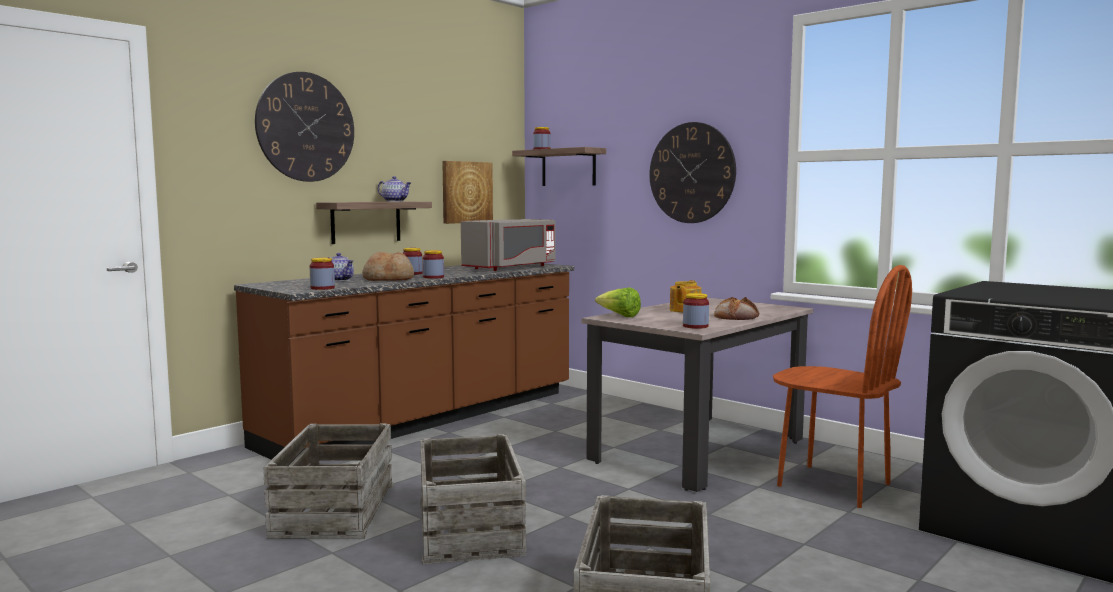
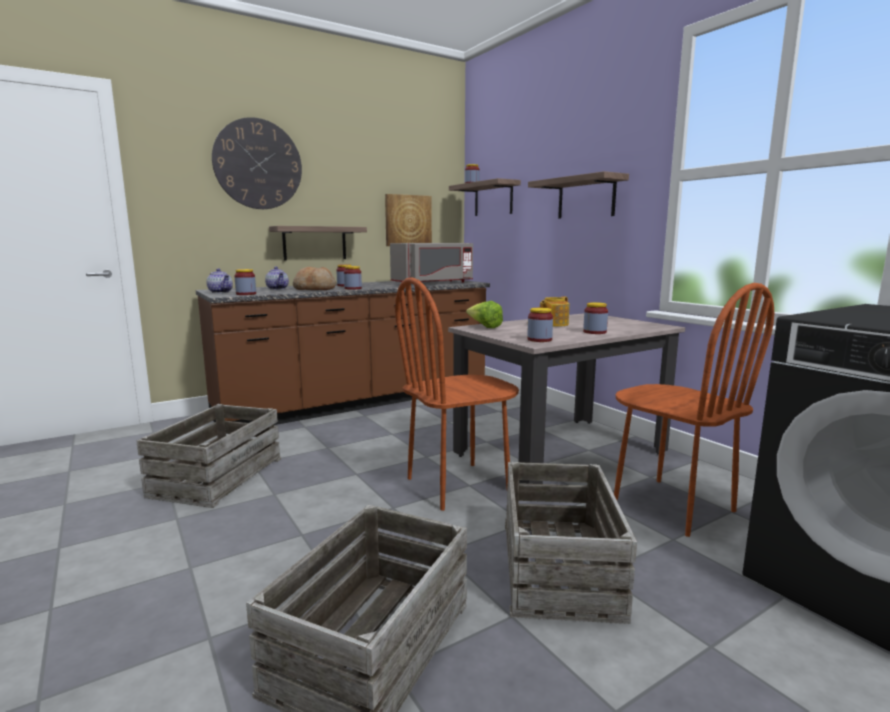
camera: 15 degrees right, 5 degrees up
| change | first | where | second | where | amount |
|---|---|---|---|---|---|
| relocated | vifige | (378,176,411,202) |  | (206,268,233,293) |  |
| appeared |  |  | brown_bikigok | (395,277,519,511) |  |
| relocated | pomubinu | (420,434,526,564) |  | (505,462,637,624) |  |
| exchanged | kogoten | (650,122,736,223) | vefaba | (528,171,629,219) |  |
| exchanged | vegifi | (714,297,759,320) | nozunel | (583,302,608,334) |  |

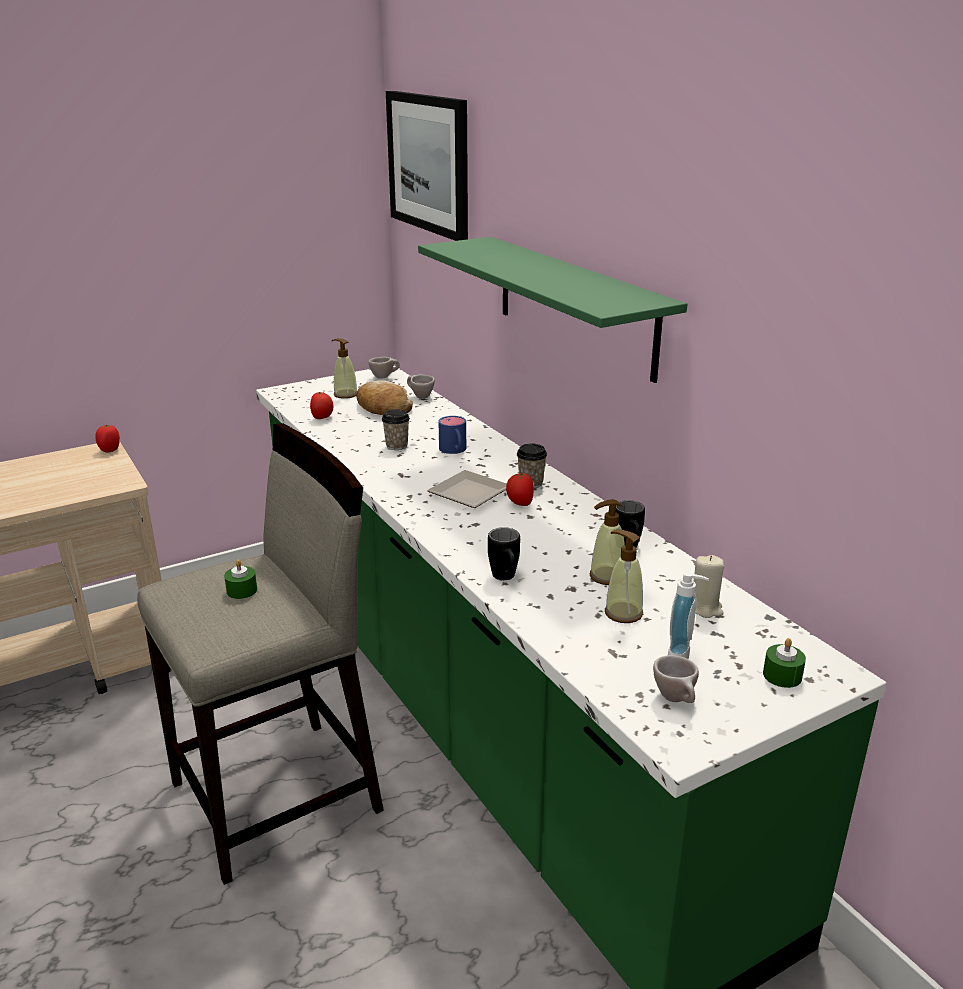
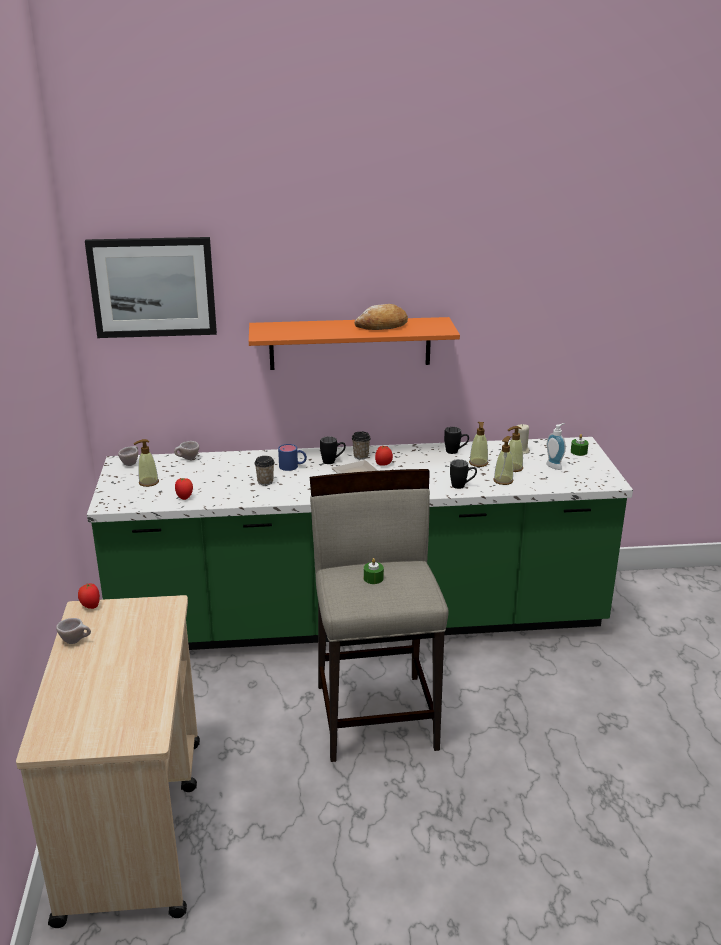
camera: 65 degrees left, 0 degrees up
| change | first | where | second | where | amount |
|---|---|---|---|---|---|
| relocated | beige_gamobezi | (653,655,699,703) |  | (56,618,91,644) |  |
| colour | green_vefaba | (418,237,687,383) | orange_vefaba | (249,317,460,370) |  |
| appeared |  |  | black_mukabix | (320,436,346,464) |  |
| relocated | vegifi | (356,380,413,415) |  | (354,304,408,330) |  |
| appeared |  |  | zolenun | (493,436,514,485) |  |

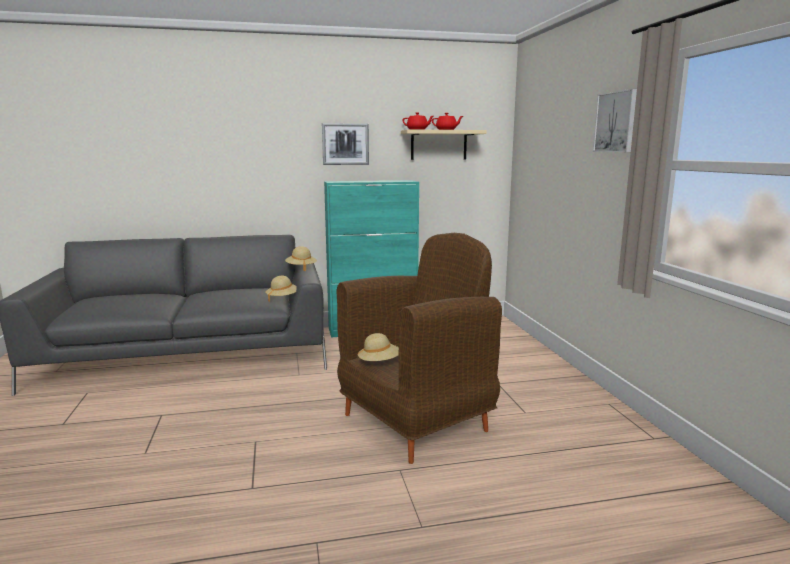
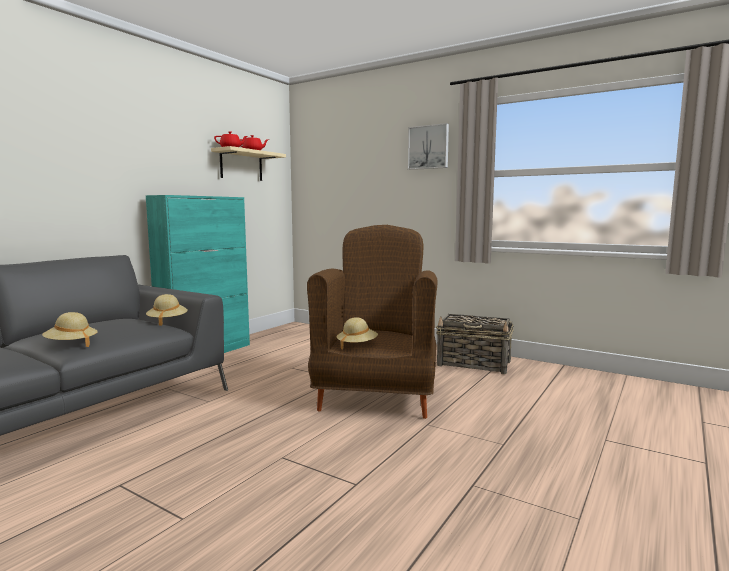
camera: 45 degrees left, 5 degrees down
| change | first | where | second | where | amount |
|---|---|---|---|---|---|
| relocated | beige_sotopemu | (285,246,317,271) |  | (42,312,98,347) |  |
| appeared |  |  | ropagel | (436,314,514,374) |  |
| missing | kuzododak | (322,123,369,165) |  |  |  |

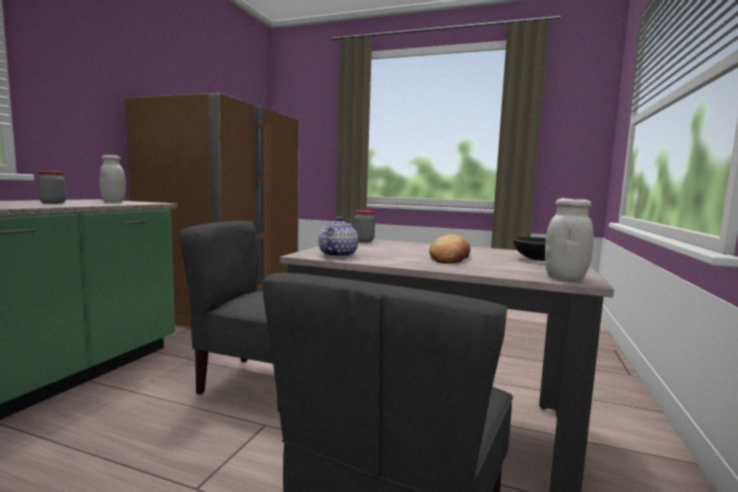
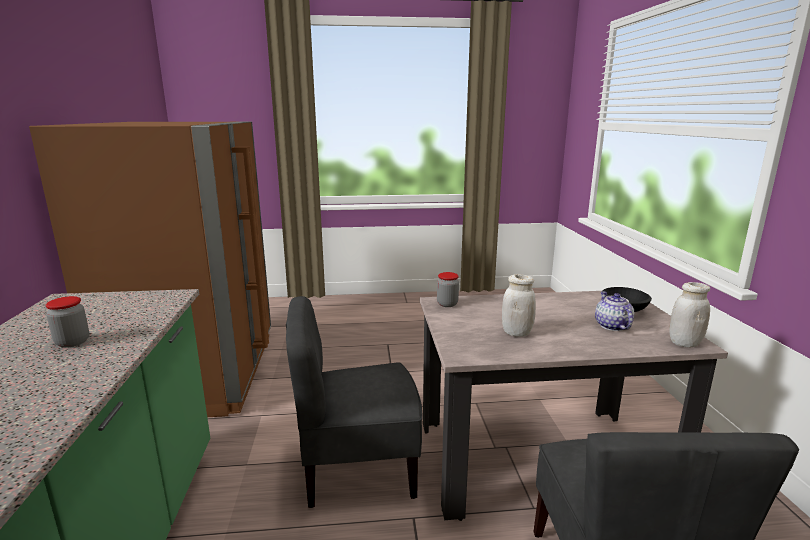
camera: 25 degrees left, 10 degrees up
| change | first | where | second | where | amount |
|---|---|---|---|---|---|
| relocated | white_nozunel | (100,155,126,202) |  | (502,274,536,337) |  |
| relocated | vifige | (319,217,358,257) |  | (595,292,634,331) |  |
| missing | vegifi | (429,234,470,264) |  |  |  |

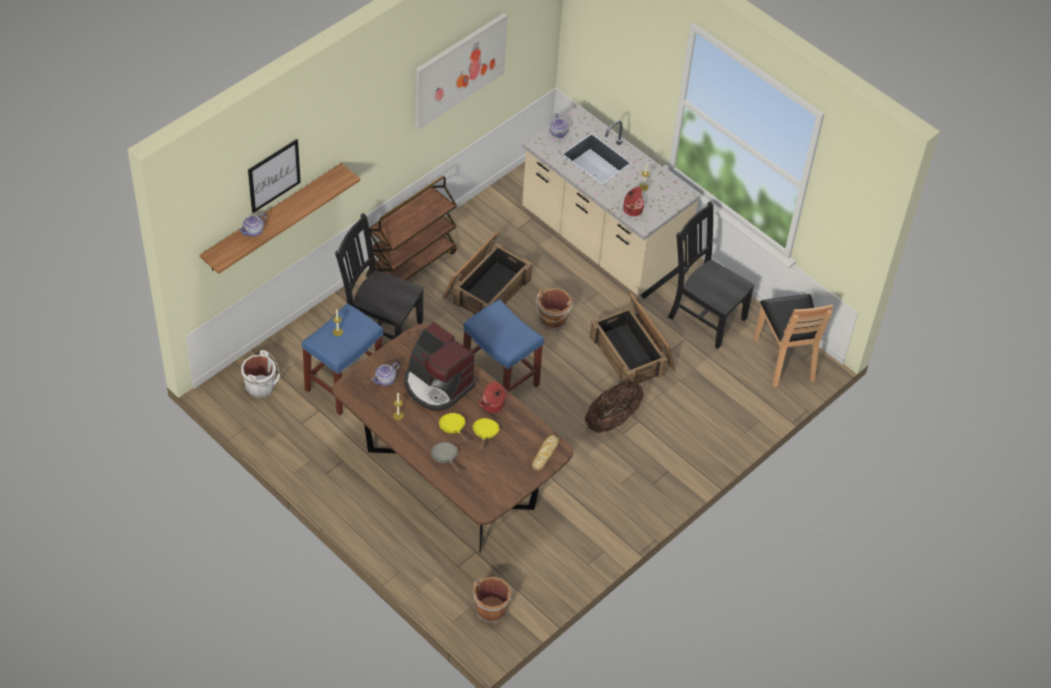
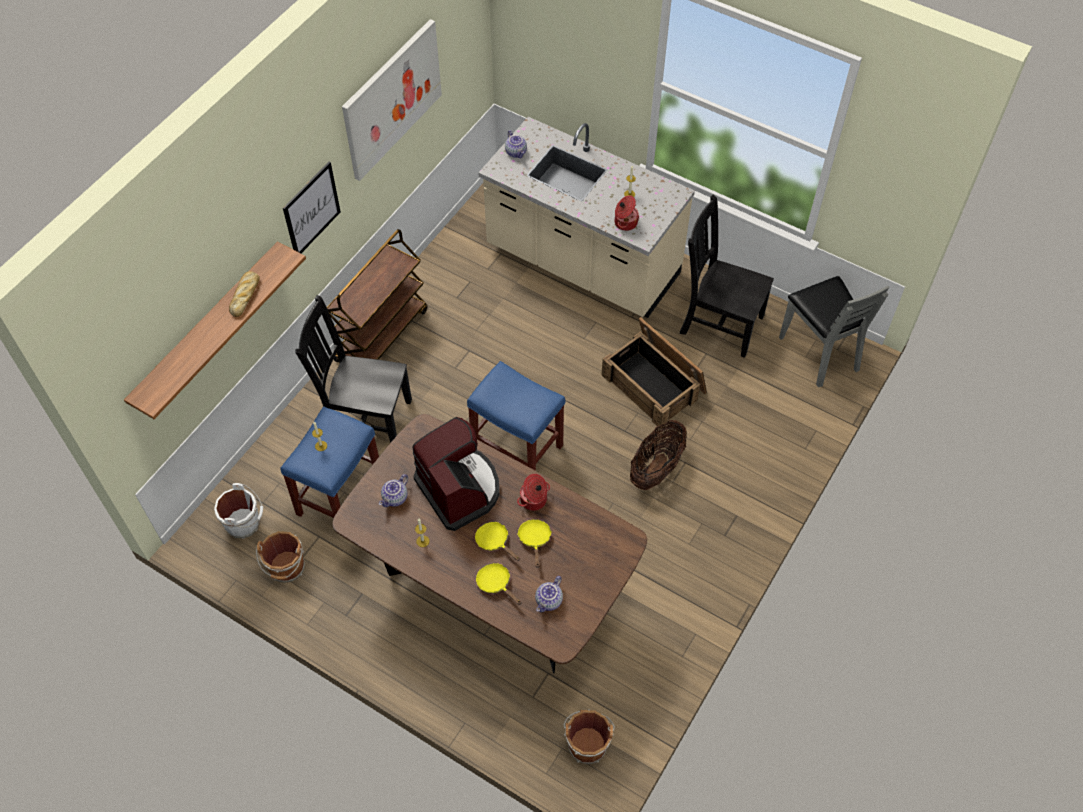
camera: 10 degrees left, 5 degrees up
| change | first | where | second | where | amount |
|---|---|---|---|---|---|
| relocated | vegifi | (532,435,560,471) |  | (229,271,260,317) |  |
| relocated | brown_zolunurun | (536,288,572,330) |  | (256,531,305,582) |  |
| relocated | kuzododak | (248,139,301,213) |  | (283,162,341,253) |  |
| spun | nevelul | (404,322,475,412) |  | (412,417,499,531) | 150 degrees counterclockwise |
| colour | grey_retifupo | (431,442,461,474) | yellow_retifupo | (476,563,522,605) |  |
| relocated | vifige | (239,213,267,237) |  | (535,576,563,612) |  |
| colour | brown_bikigok | (754,294,833,387) | grey_bikigok | (779,276,889,387) |  |
| missing | pomubinu | (442,231,532,314) |  |  |  |

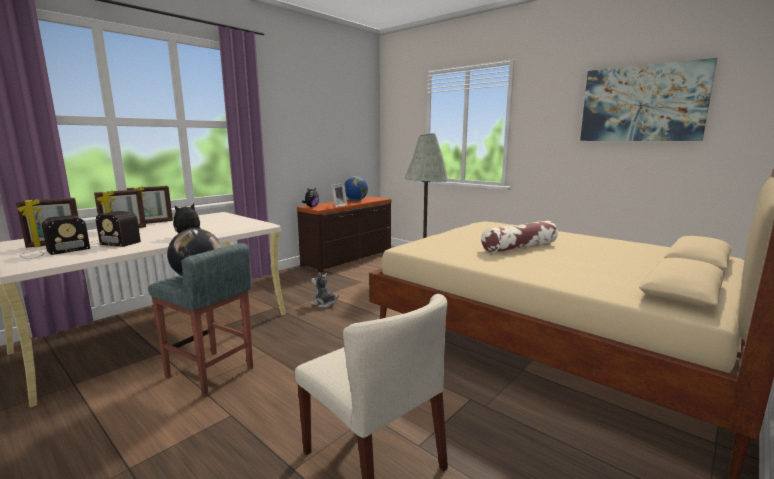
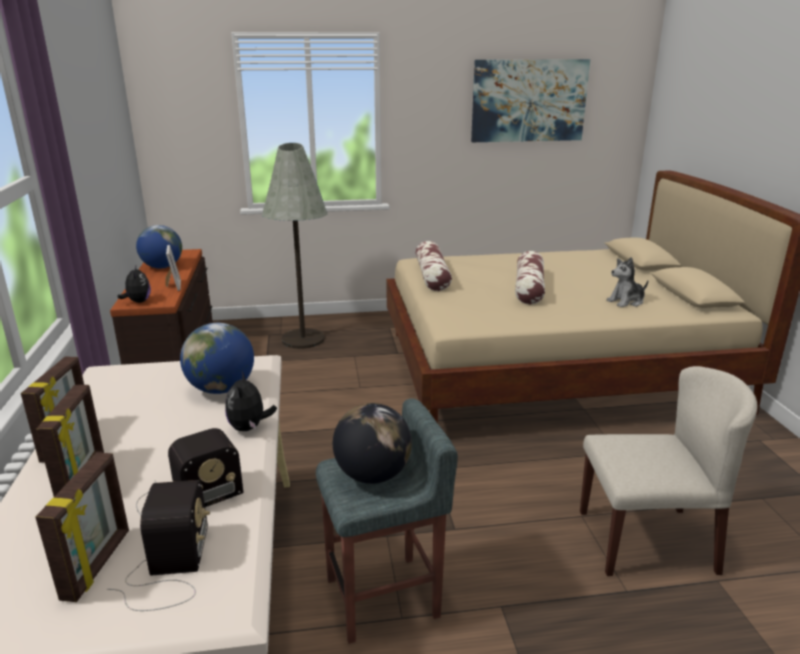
camera: 50 degrees left, 10 degrees up
| change | first | where | second | where | amount |
|---|---|---|---|---|---|
| appeared |  |  | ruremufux | (180,323,254,394) |  |
| appeared |  |  | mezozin | (416,241,452,291) |  |
| relocated | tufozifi | (311,272,339,308) |  | (606,257,648,307) |  |

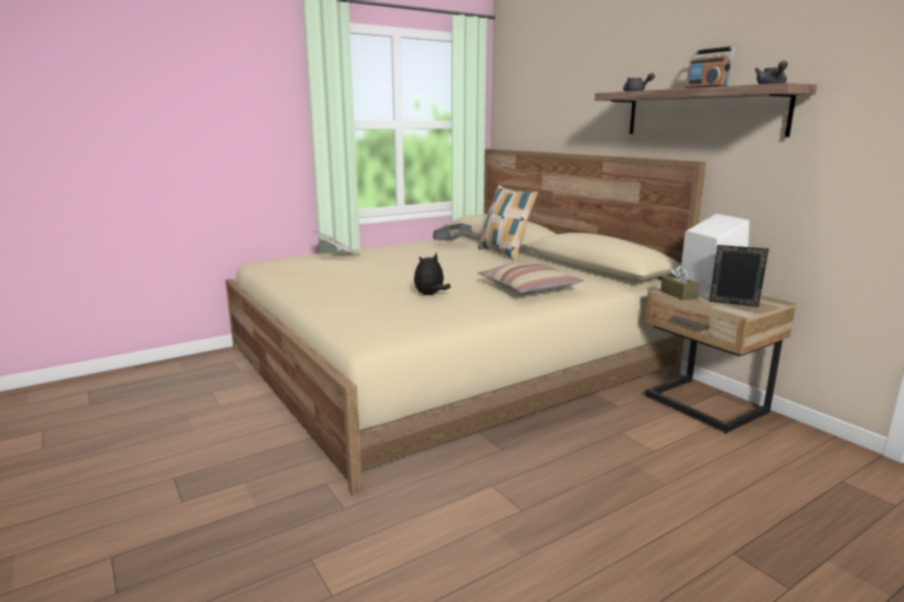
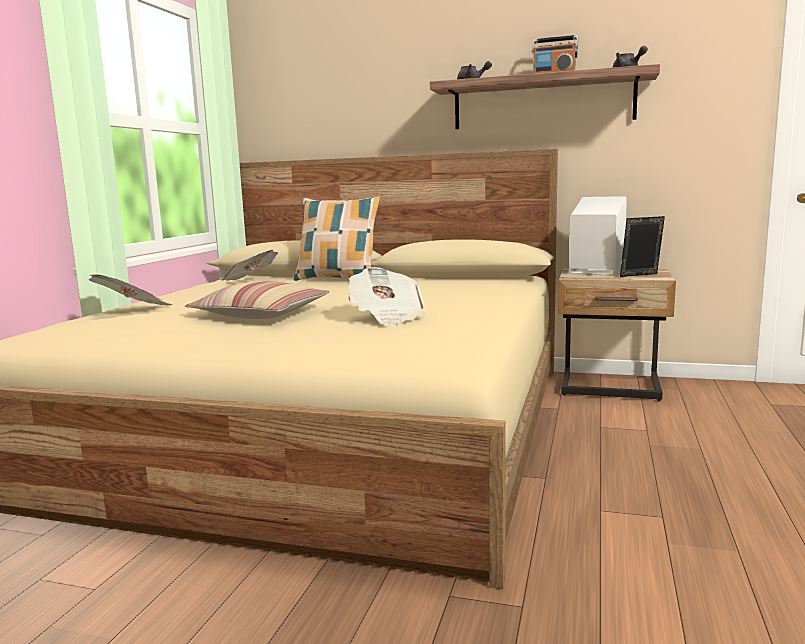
camera: 40 degrees left, 5 degrees down
| change | first | where | second | where | amount |
|---|---|---|---|---|---|
| relocated | mezozin | (477,263,584,294) |  | (185,281,330,319) |  |
| exchanged | tufozifi | (414,253,451,295) | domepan | (348,267,425,326) |  |
| missing | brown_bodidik | (661,266,700,300) |  |  |  |

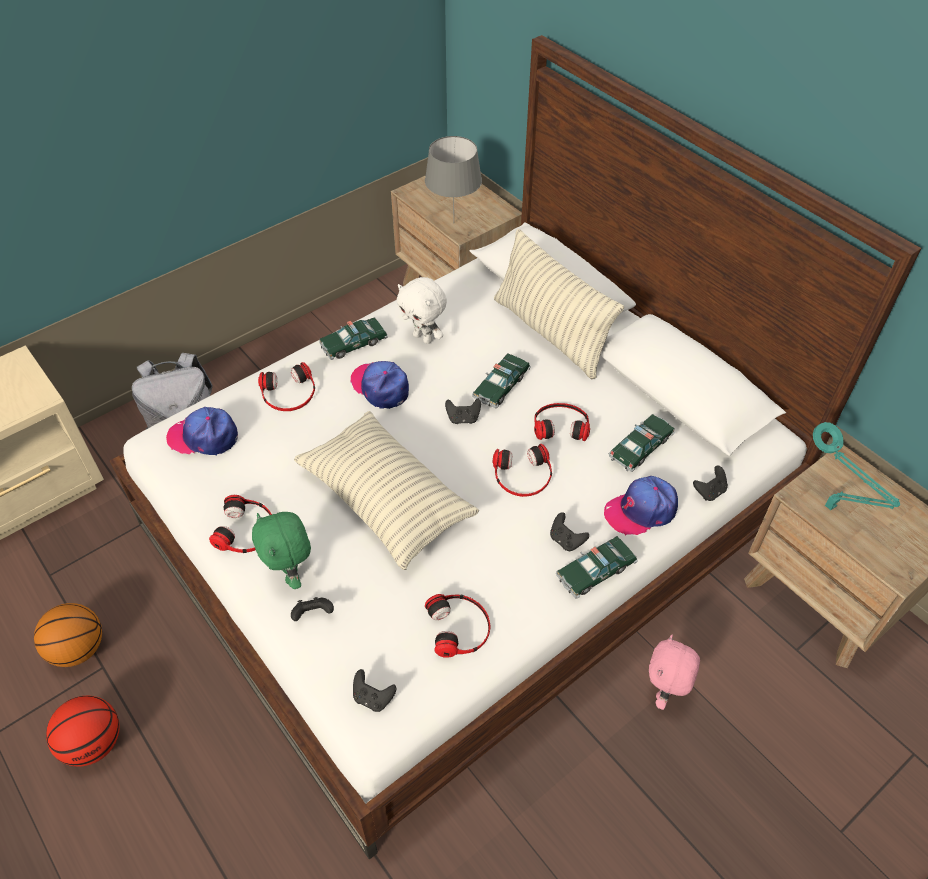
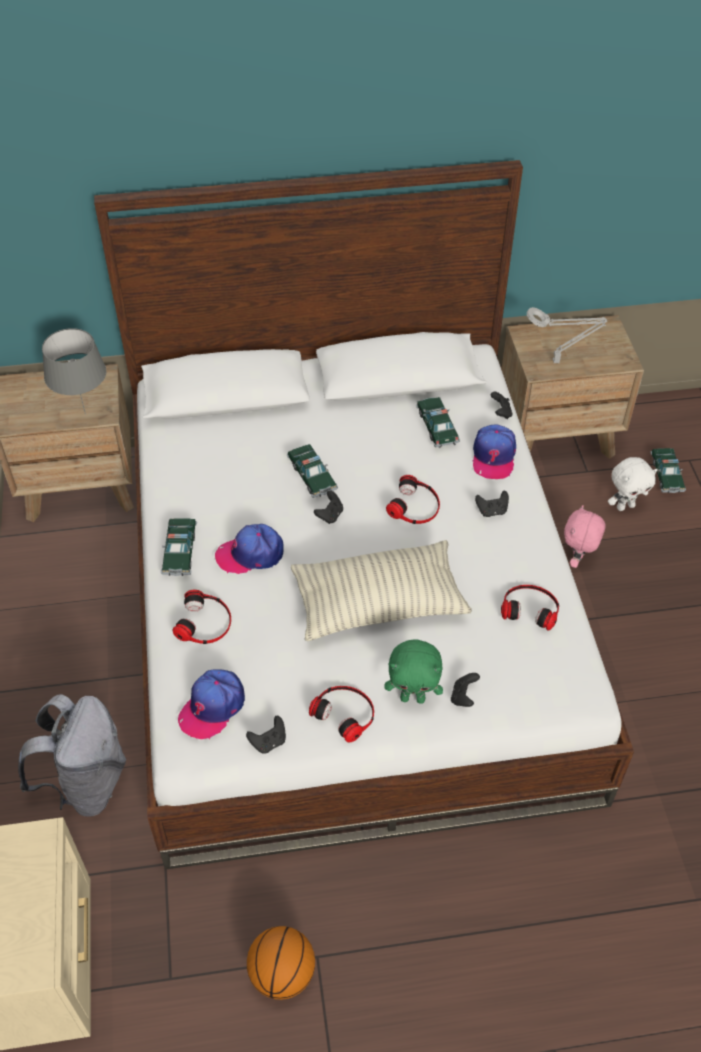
camera: 60 degrees left, 0 degrees up
| change | first | where | second | where | amount |
|---|---|---|---|---|---|
| relocated | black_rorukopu | (353,669,396,712) |  | (246,716,286,754) |  |
| colour | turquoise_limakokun | (813,422,900,511) | grey_limakokun | (527,307,607,363) |  |
| spun | pink_tufozifi | (649,635,700,710) |  | (564,505,606,568) | 60 degrees clockwise |
| relocated | white_tufozifi | (397,277,447,344) |  | (608,457,658,511) |  |
| relocated | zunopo | (556,536,638,599) |  | (651,448,686,493) |  |
| missing | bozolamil | (46,696,120,767) |  |  |  |
| missing | mezozin | (494,229,624,379) |  |  |  |
| missing | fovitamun | (534,403,590,441) |  |  |  |

